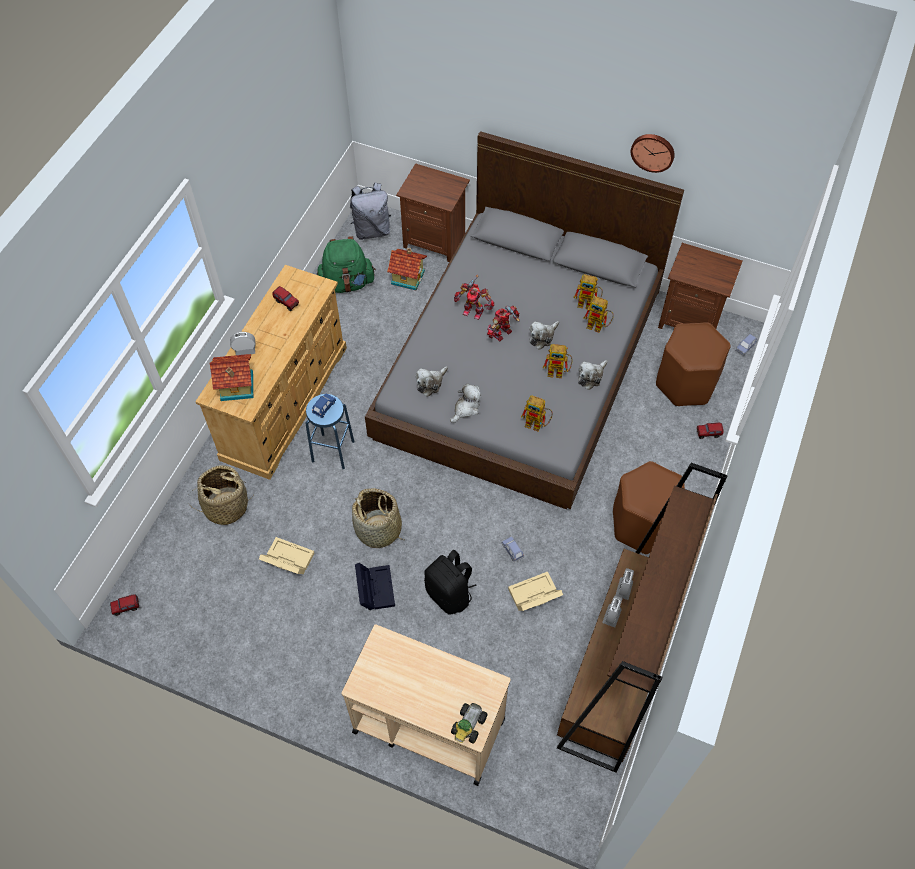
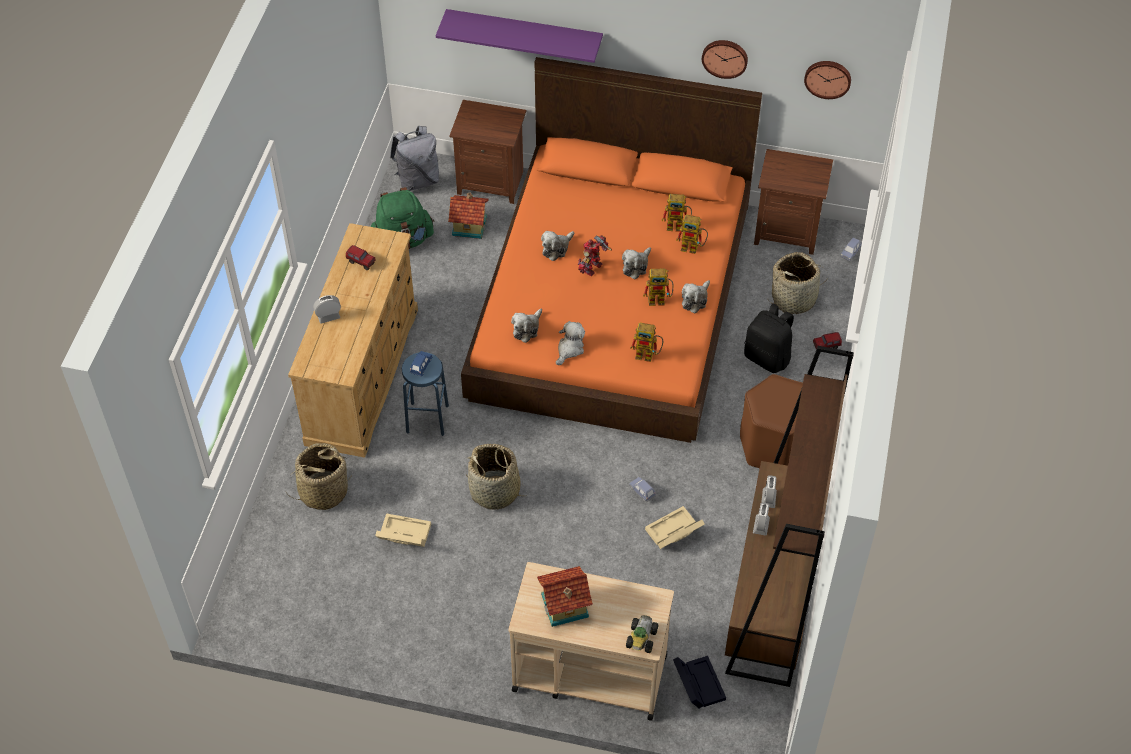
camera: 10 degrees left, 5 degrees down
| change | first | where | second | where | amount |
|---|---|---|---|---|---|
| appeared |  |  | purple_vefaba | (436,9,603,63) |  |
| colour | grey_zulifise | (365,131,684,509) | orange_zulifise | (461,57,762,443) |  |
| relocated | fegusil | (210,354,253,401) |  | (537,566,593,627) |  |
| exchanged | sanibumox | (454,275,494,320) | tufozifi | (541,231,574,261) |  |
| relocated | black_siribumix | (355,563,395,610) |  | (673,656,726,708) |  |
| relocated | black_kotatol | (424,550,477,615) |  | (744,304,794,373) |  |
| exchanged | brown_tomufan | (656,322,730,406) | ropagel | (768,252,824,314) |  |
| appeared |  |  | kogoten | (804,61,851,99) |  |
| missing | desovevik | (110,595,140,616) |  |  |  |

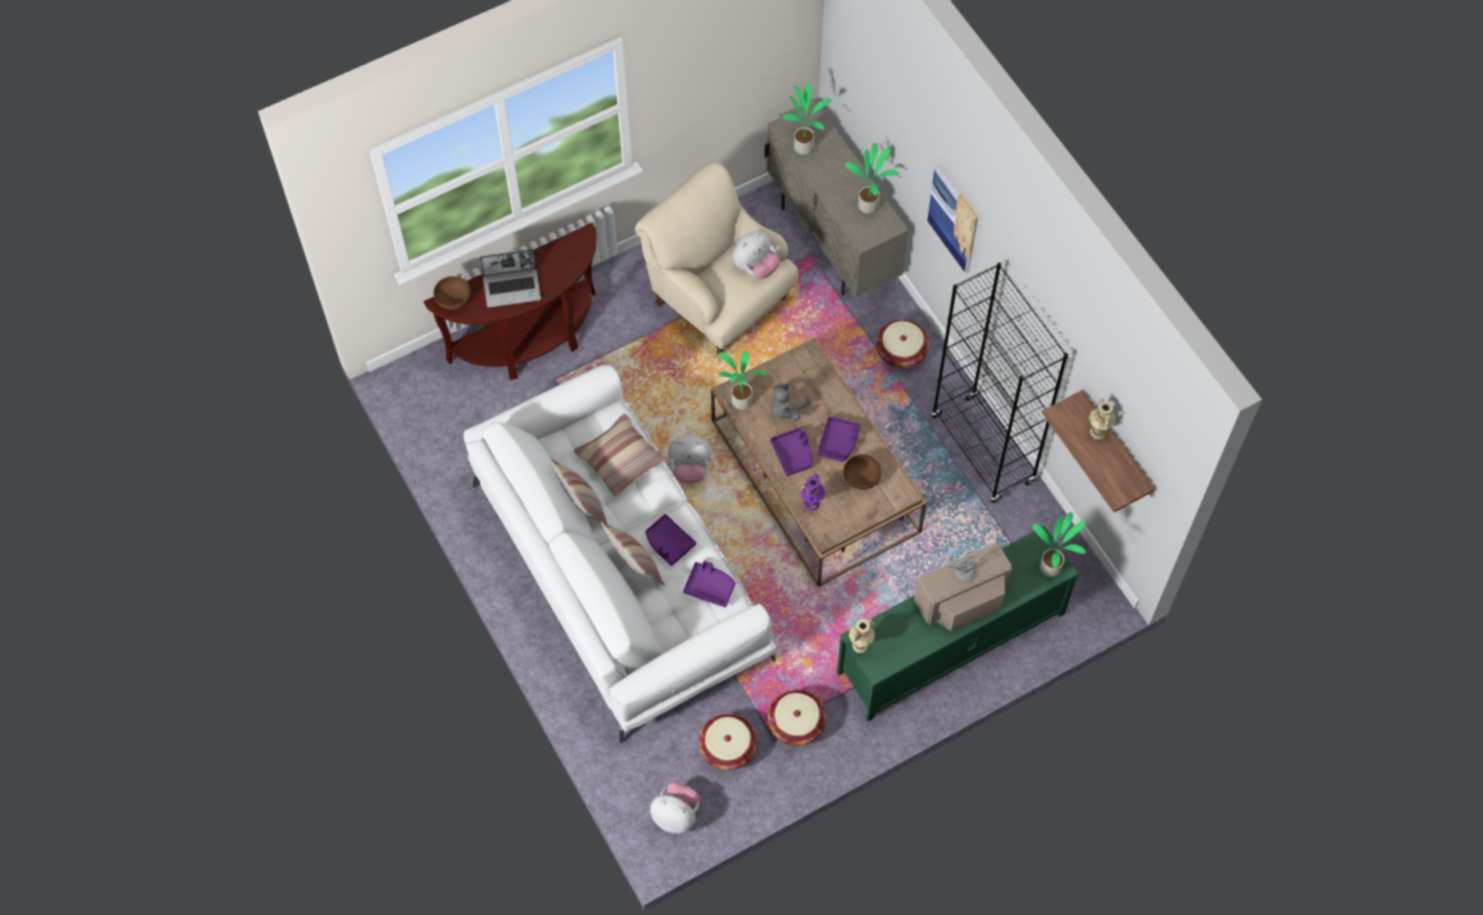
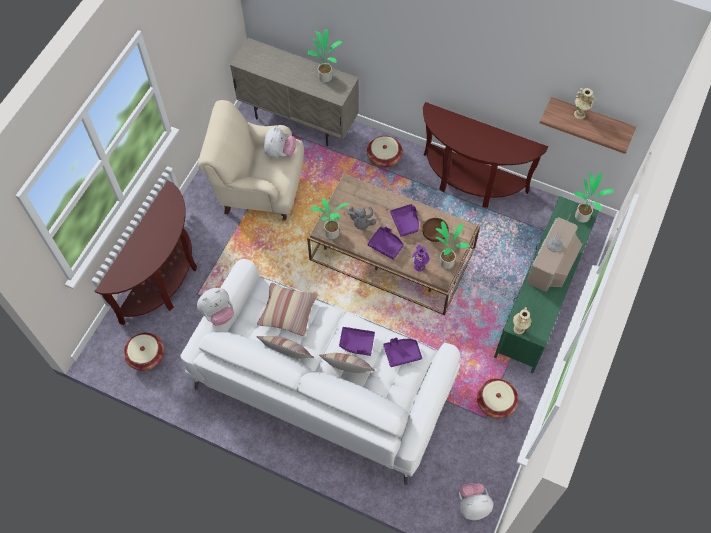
camera: 35 degrees left, 0 degrees up
| change | first | where | second | where | amount |
|---|---|---|---|---|---|
| relocated | ropagel | (699,714,757,771) |  | (124,333,164,371) |  |
| relocated | tufozifi | (668,435,711,484) |  | (197,288,234,326) |  |
| exchanged | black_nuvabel | (931,263,1068,504) | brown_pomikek | (423,102,548,208) |  |
| relocated | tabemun | (783,82,831,155) |  | (436,221,470,269) |  |
| missing | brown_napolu | (433,276,471,310) |  |  |  |
| missing | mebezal | (479,249,541,308) |  |  |  |
| missing | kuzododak | (927,163,978,274) |  |  |  |

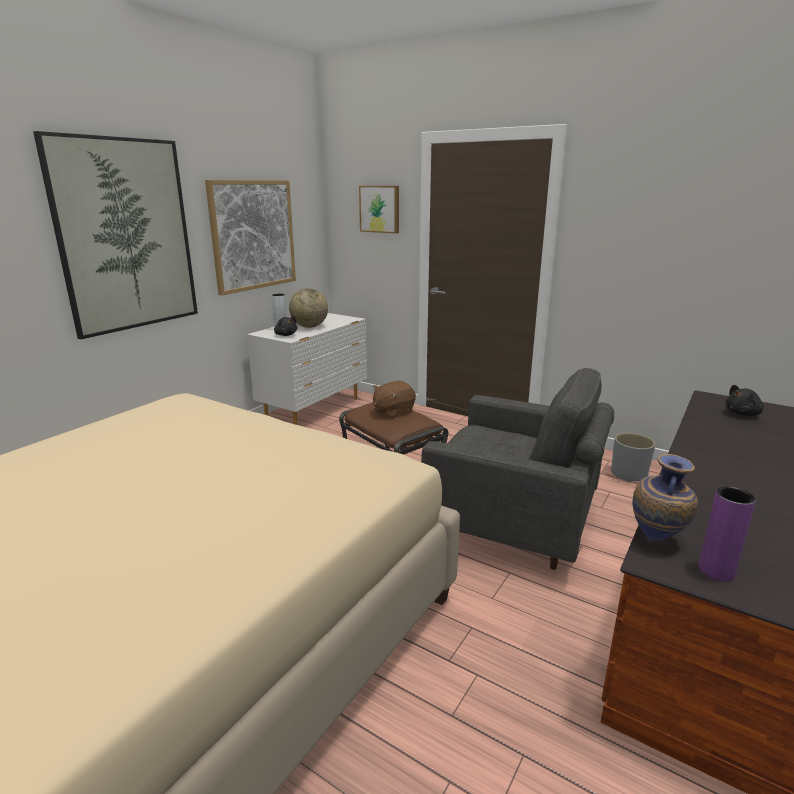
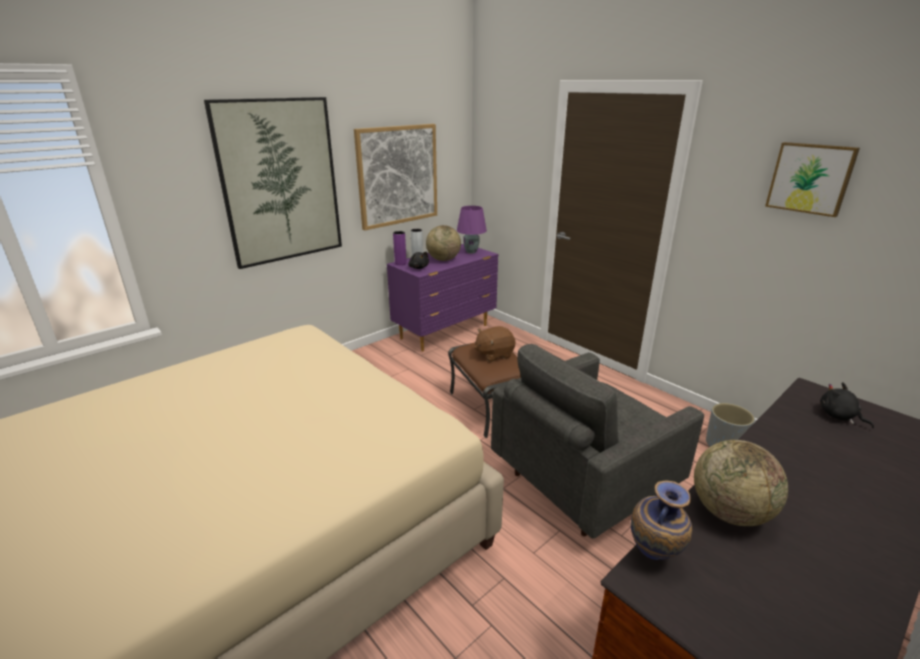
camera: 15 degrees right, 5 degrees up
| change | first | where | second | where | amount |
|---|---|---|---|---|---|
| colour | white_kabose | (247,313,367,425) | purple_kabose | (387,244,498,352) |  |
| relocated | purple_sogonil | (699,486,756,581) |  | (393,231,406,265) |  |
| appeared |  |  | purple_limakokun | (457,206,487,253) |  |
| spun | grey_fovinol | (421,368,614,570) |  | (491,344,704,539) | 105 degrees clockwise |
| appeared |  |  | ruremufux | (694,440,788,526) |  |
| relocated | kuzododak | (359,186,399,233) |  | (765,142,860,217) |  |
| spun | black_tufozifi | (725,385,764,416) |  | (820,382,874,428) | 60 degrees clockwise |

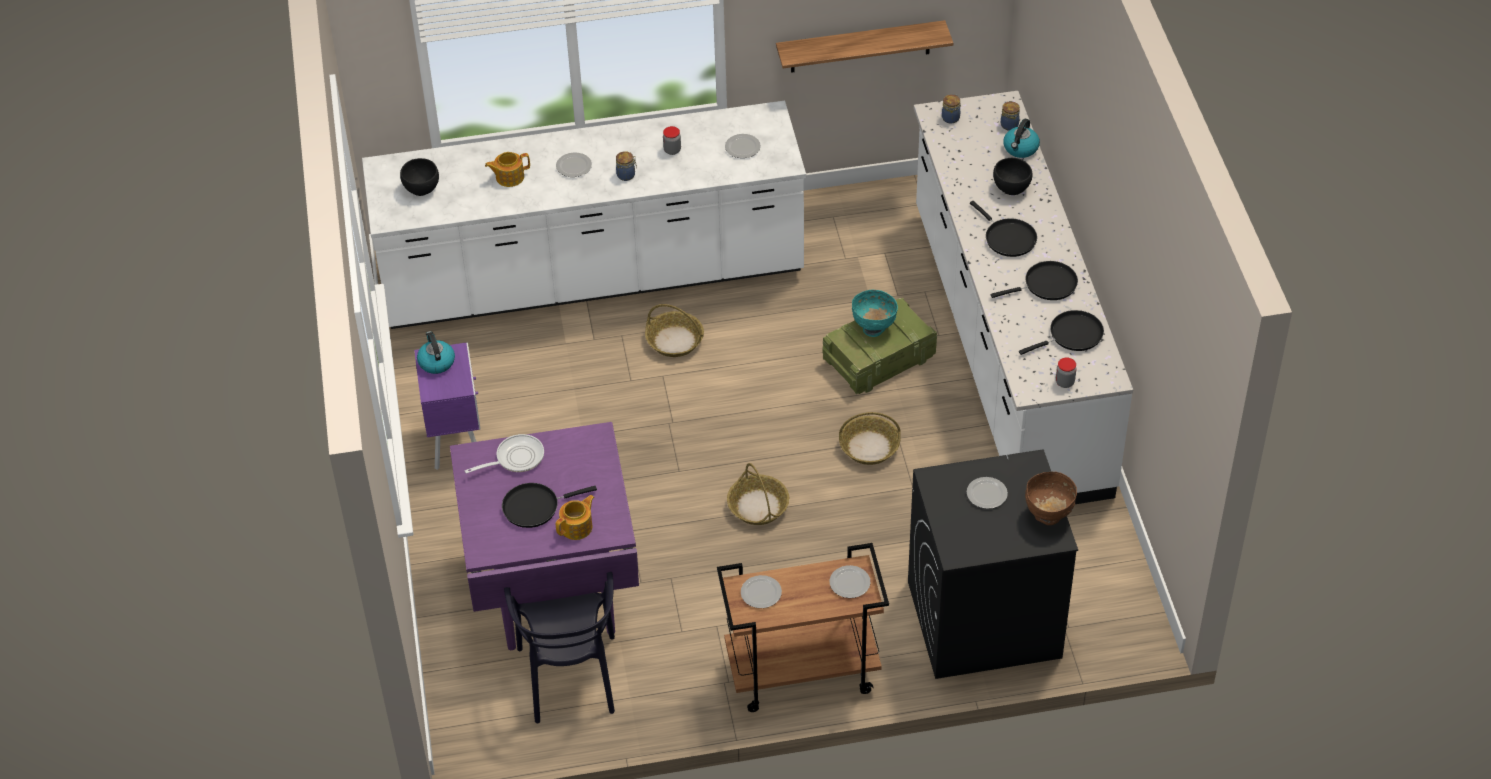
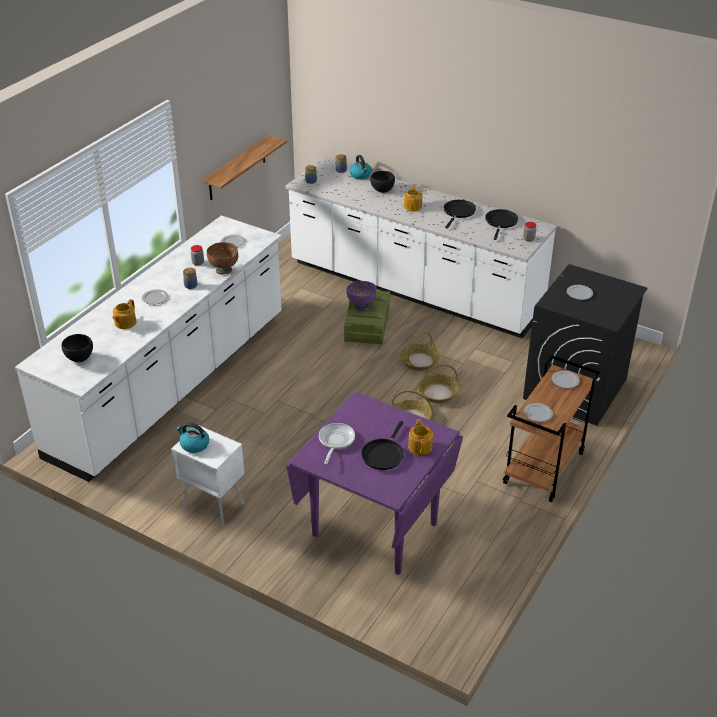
camera: 50 degrees left, 10 degrees down
| change | first | where | second | where | amount |
|---|---|---|---|---|---|
| colour | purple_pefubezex | (414,343,481,470) | white_pefubezex | (171,425,245,526) |  |
| relocated | brown_napolu | (1025,472,1077,525) |  | (207,242,239,275) |  |
| colour | turquoise_napolu | (852,290,898,337) | purple_napolu | (347,281,377,311) |  |
| exchanged | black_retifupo | (970,201,1037,257) | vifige | (404,186,422,212) |  |
| relocated | ropagel | (645,304,704,357) |  | (418,364,459,403) |  |
| missing | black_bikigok | (504,572,615,723) |  |  |  |

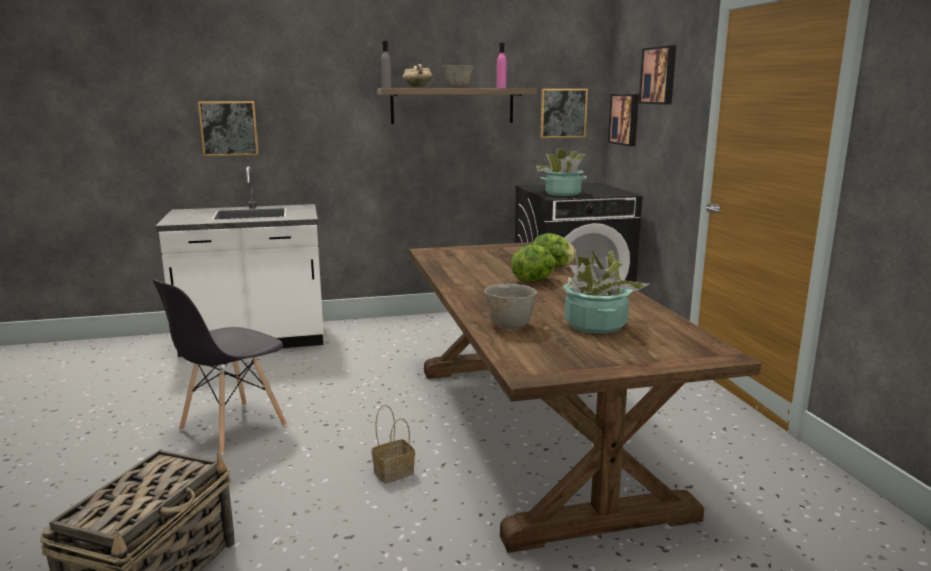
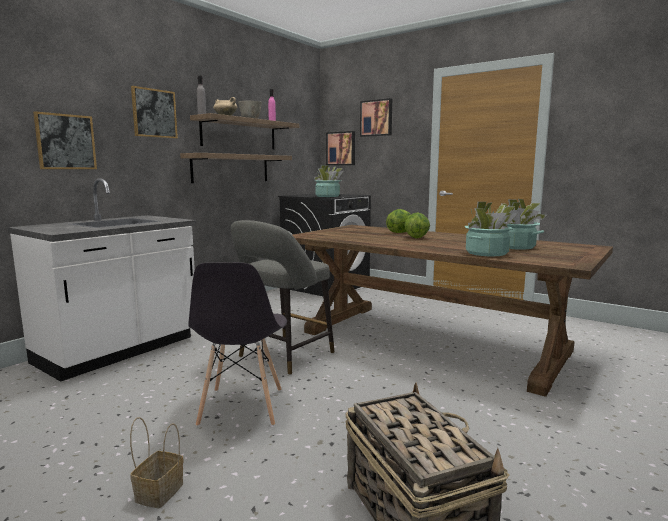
camera: 40 degrees left, 5 degrees down
| change | first | where | second | where | amount |
|---|---|---|---|---|---|
| relocated | ropagel | (371,405,415,484) |  | (130,417,183,508) |  |
| relocated | kuzododak | (540,89,588,138) |  | (131,86,178,139) |  |
| appeared |  |  | vefaba | (180,153,292,183) |  |
| appeared |  |  | grey_tomufan | (231,220,334,375) |  |
| exchanged | grey_napolu | (484,284,537,329) | tabemun | (465,202,519,257) |  |

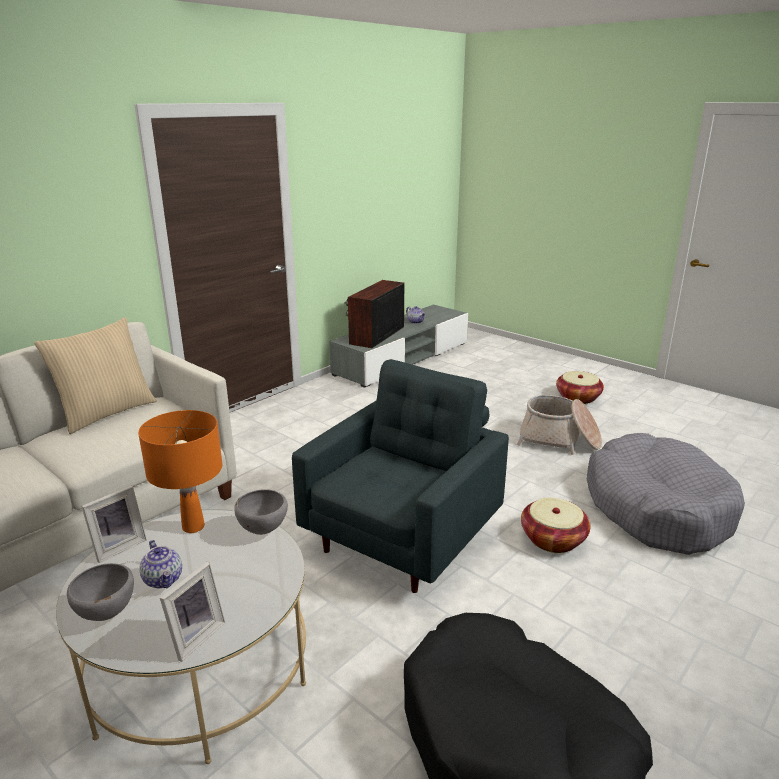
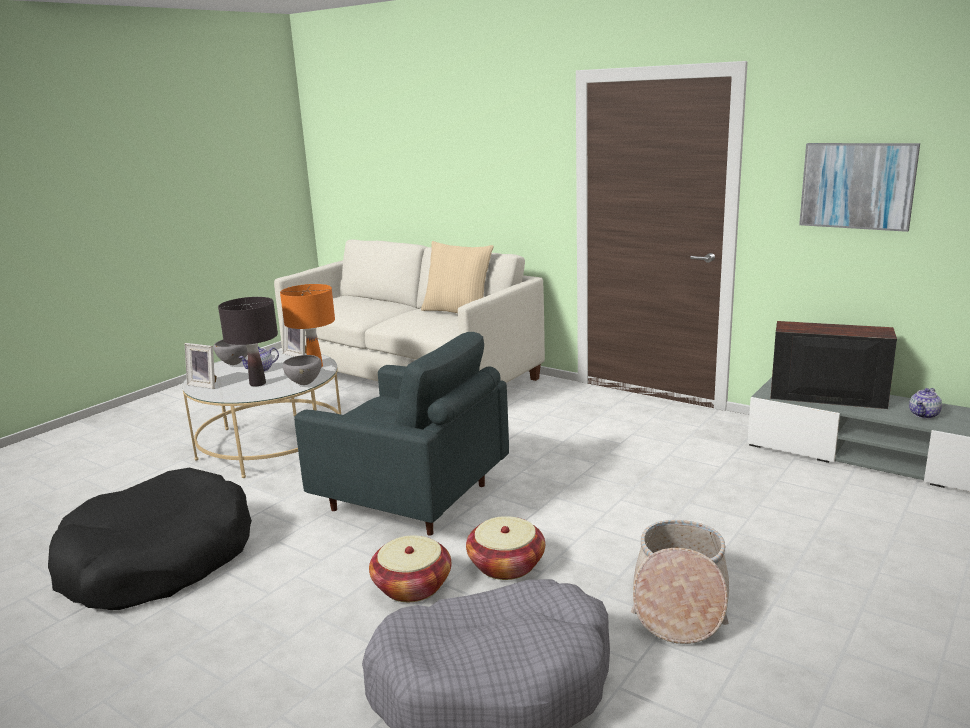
camera: 85 degrees right, 5 degrees down
| change | first | where | second | where | amount |
|---|---|---|---|---|---|
| appeared |  |  | black_limakokun | (218,297,278,387) |  |
| relocated | ropagel | (556,371,604,404) |  | (466,516,545,580) |  |
| appeared |  |  | kuzododak | (799,143,920,232) |  |

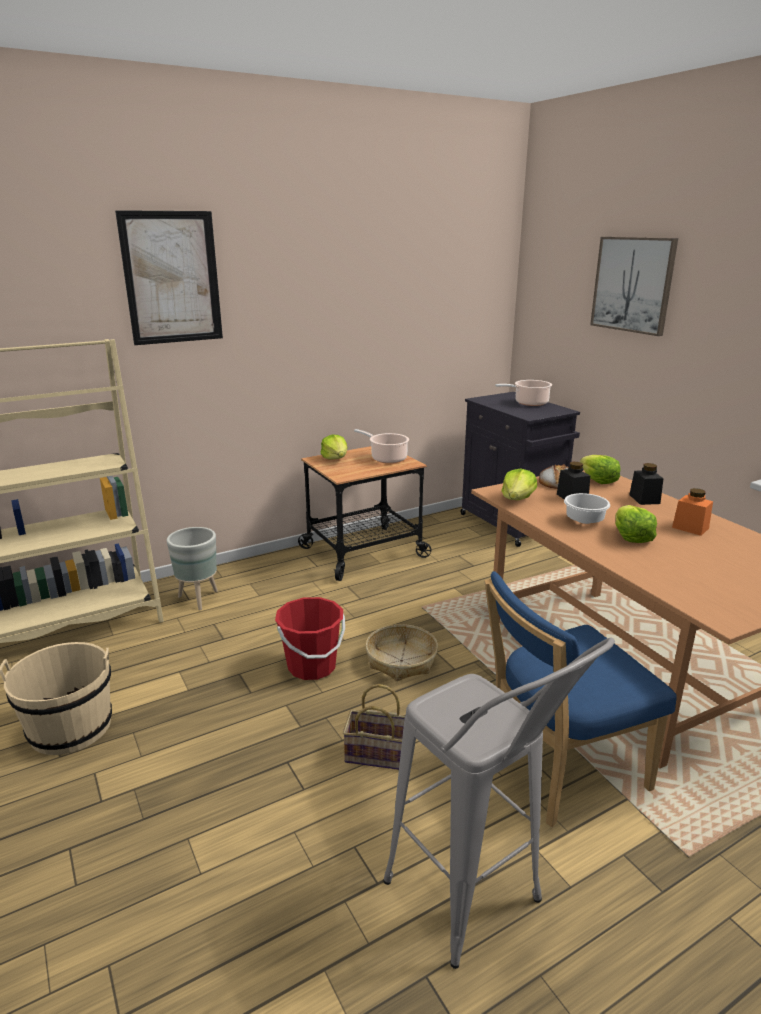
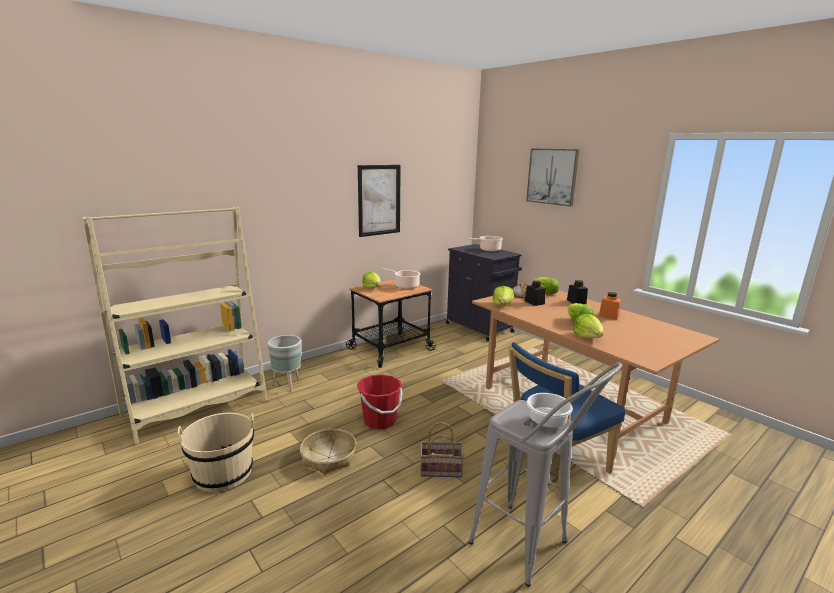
camera: 10 degrees left, 5 degrees down
| change | first | where | second | where | amount |
|---|---|---|---|---|---|
| relocated | ropagel | (366,624,438,681) |  | (300,429,357,475) |  |
| relocated | kuzododak | (115,210,223,345) |  | (358,165,401,237) |  |
| relocated | white_napolu | (564,493,610,524) |  | (527,393,573,427) |  |
| appeared |  |  | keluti | (573,314,603,338) |  |

